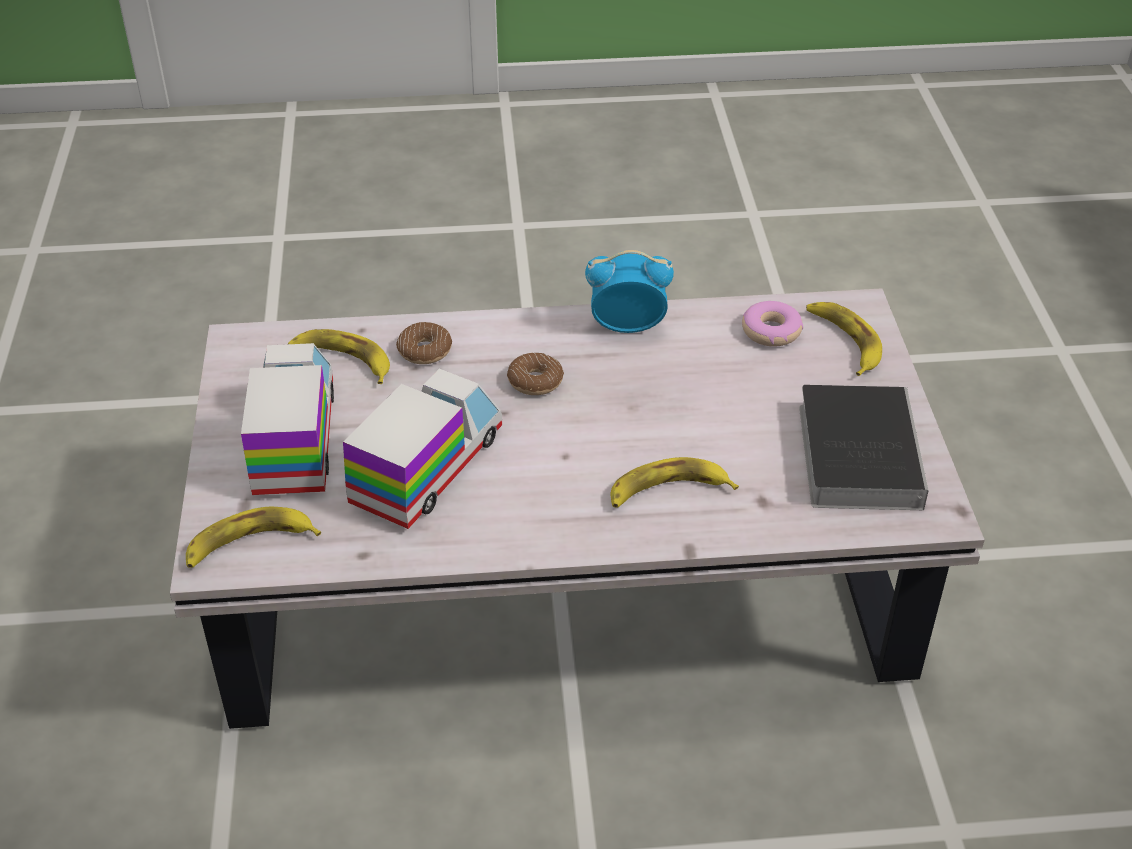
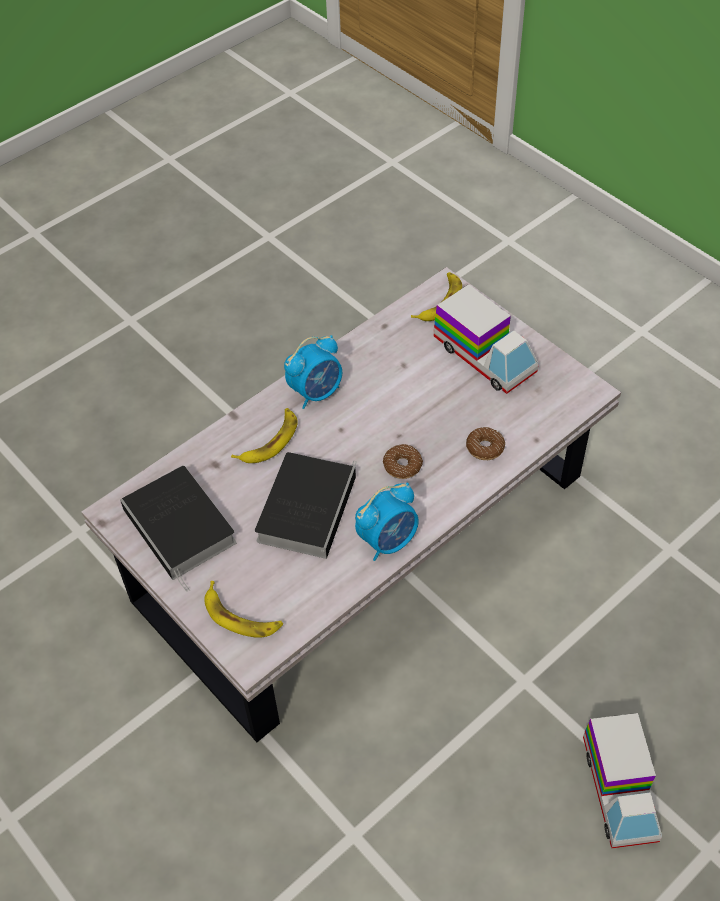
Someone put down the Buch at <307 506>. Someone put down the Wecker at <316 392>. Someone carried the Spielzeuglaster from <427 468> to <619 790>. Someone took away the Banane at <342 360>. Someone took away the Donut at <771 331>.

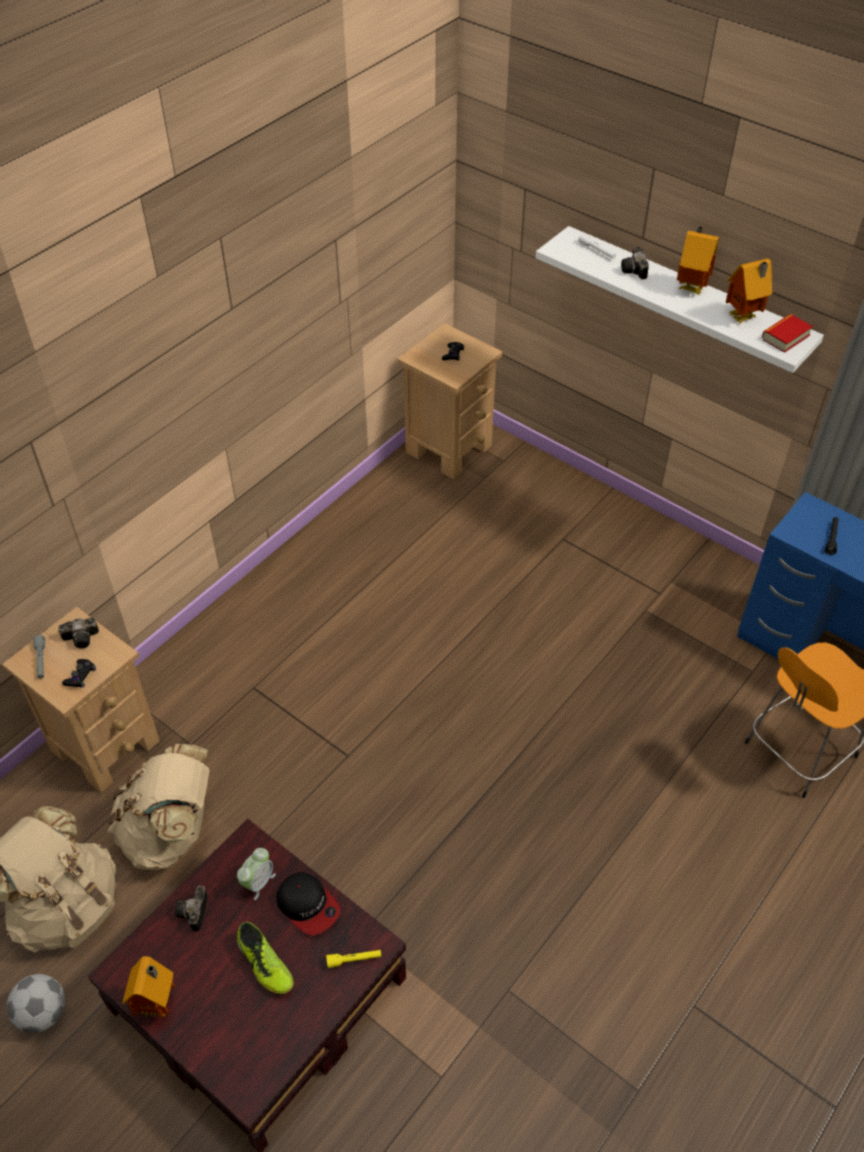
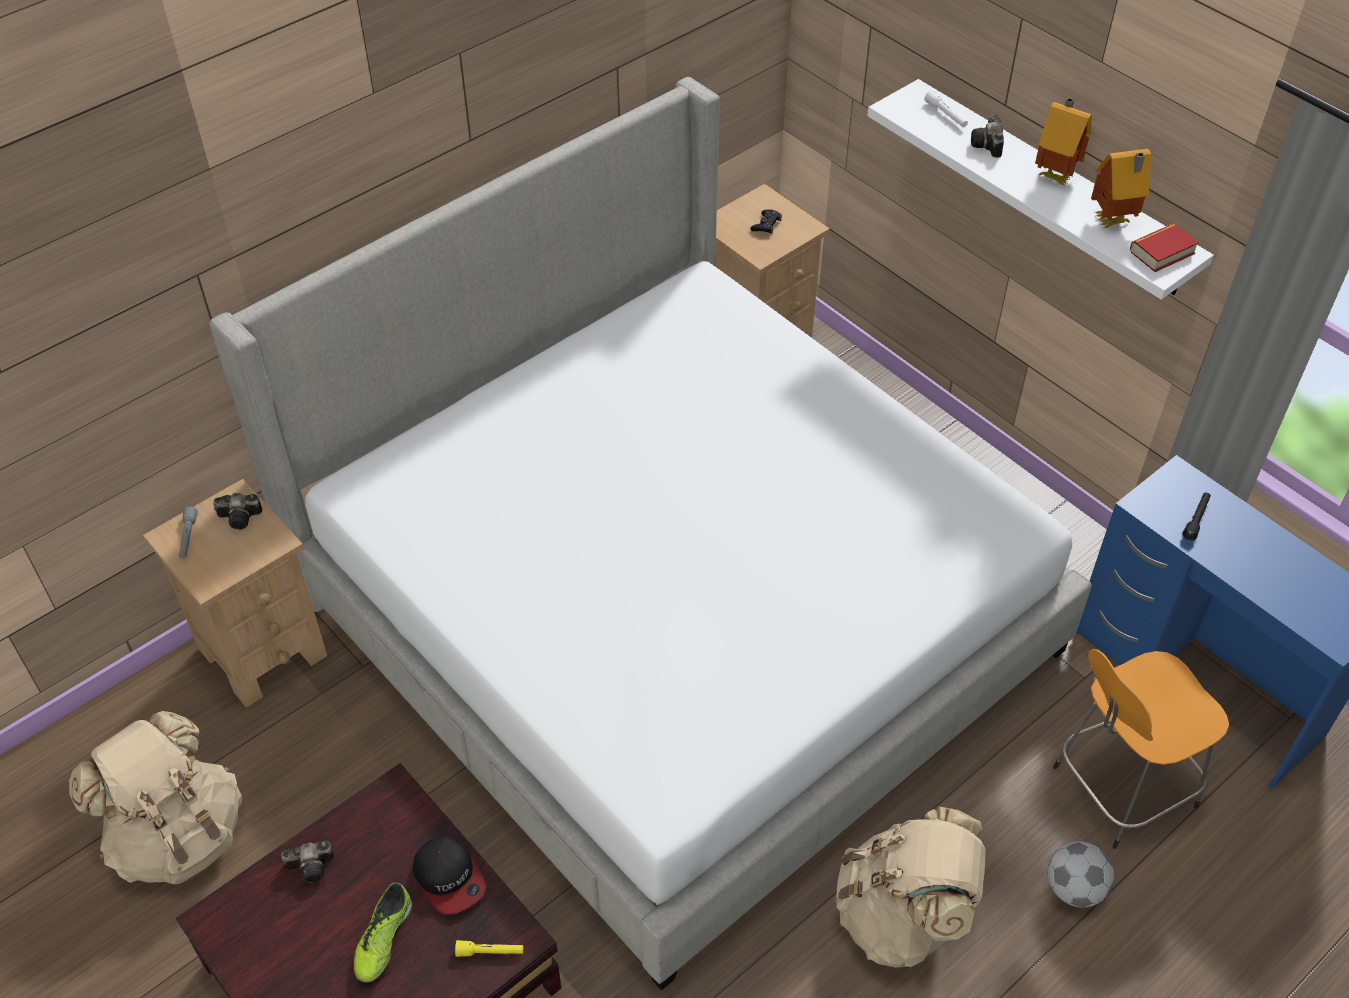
Someone put down the Bett at <674 618>. Someone rotated the Kamera at <194 914> by 120 degrees counterclockwise. Someone rotated the Schuh at <265 964> by 45 degrees clockwise. Someone carried the Rucksack [beige] from <171 832> to <902 916>. Someone carried the Fußball from <42 1013> to <1074 888>. Someone took away the Gamepad [schwarz] at <80 676>. Someone took away the Spielzeughaus at <158 1004>. Someone took away the Wecker at <258 882>.

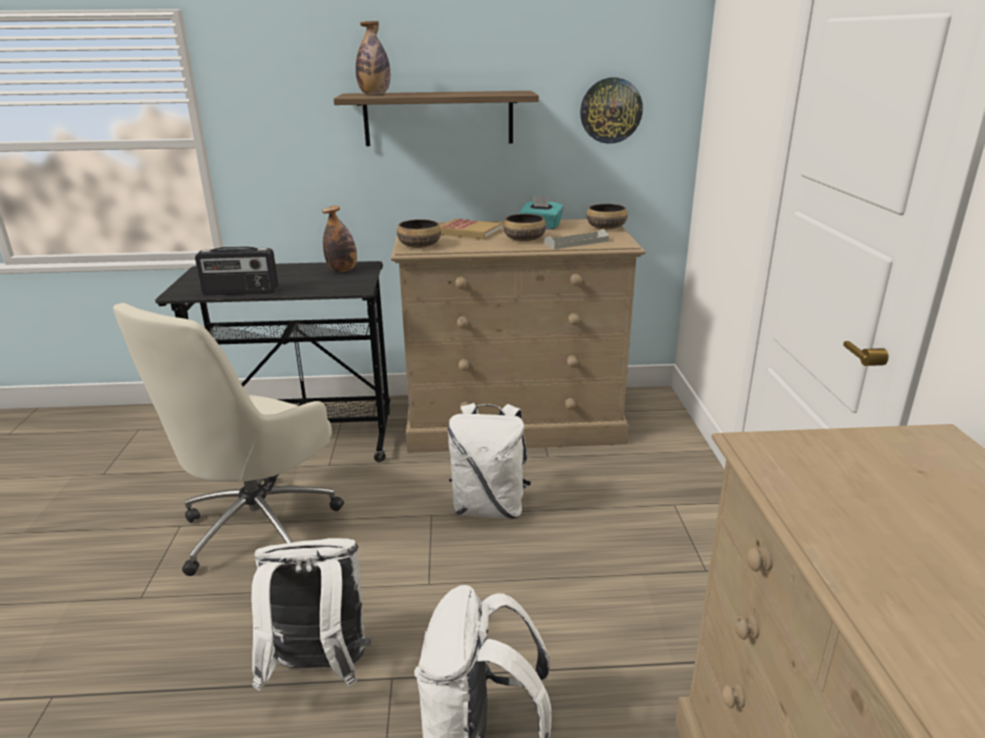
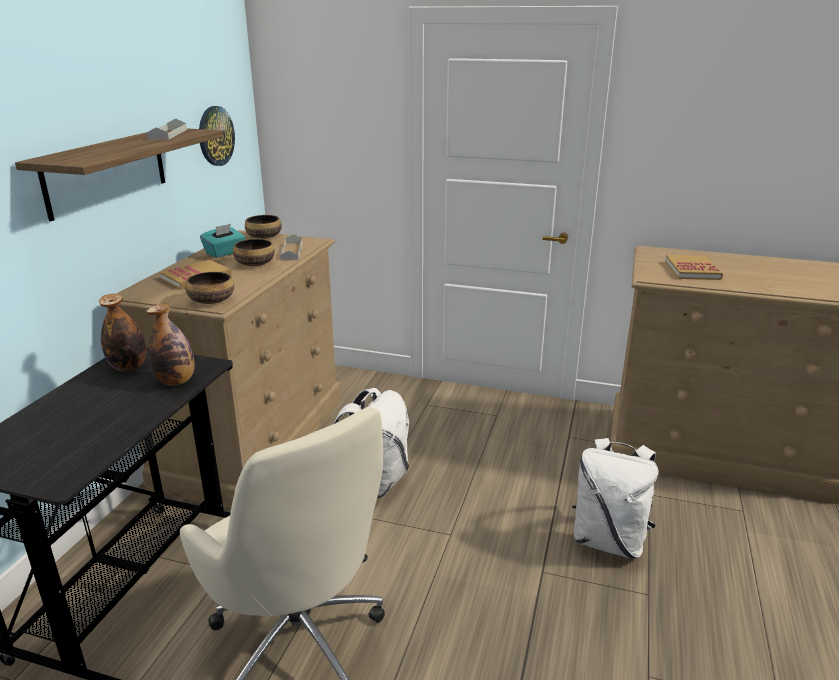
Someone carried the Flasche from <374 94> to <176 381>. Someone put down the Tablett [grau] at <168 134>. Someone put down the Buch at <692 270>. Someone took away the Radio at <240 292>. Someone took away the Rucksack [weiß] at <319 669>.

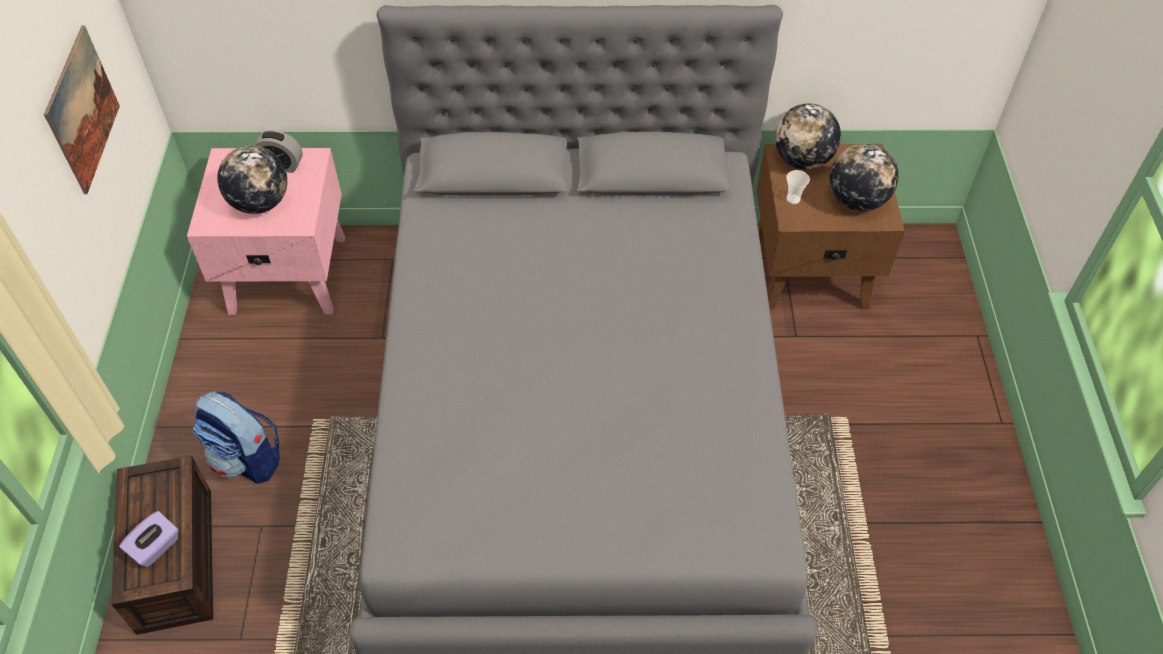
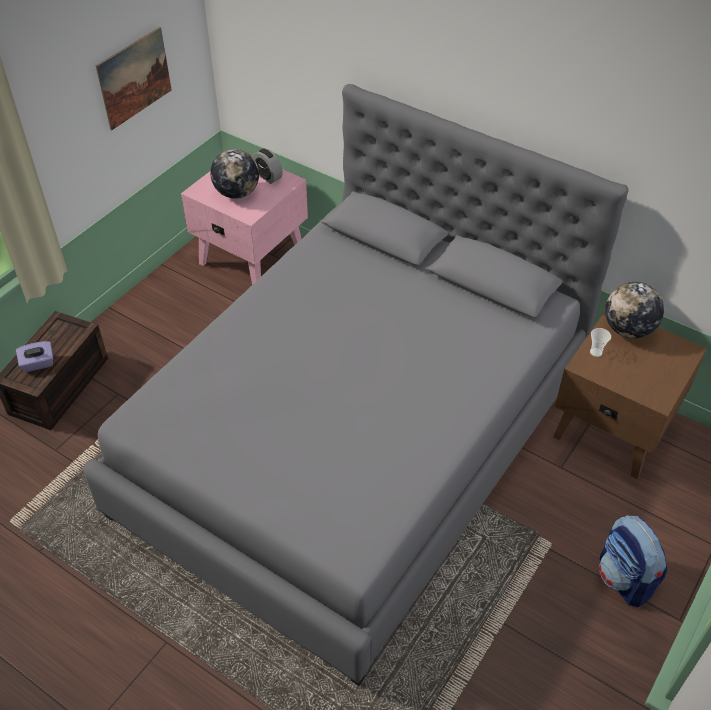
Someone carried the Rucksack from <247 459> to <625 579>. Someone took away the Globus at <856 200>.

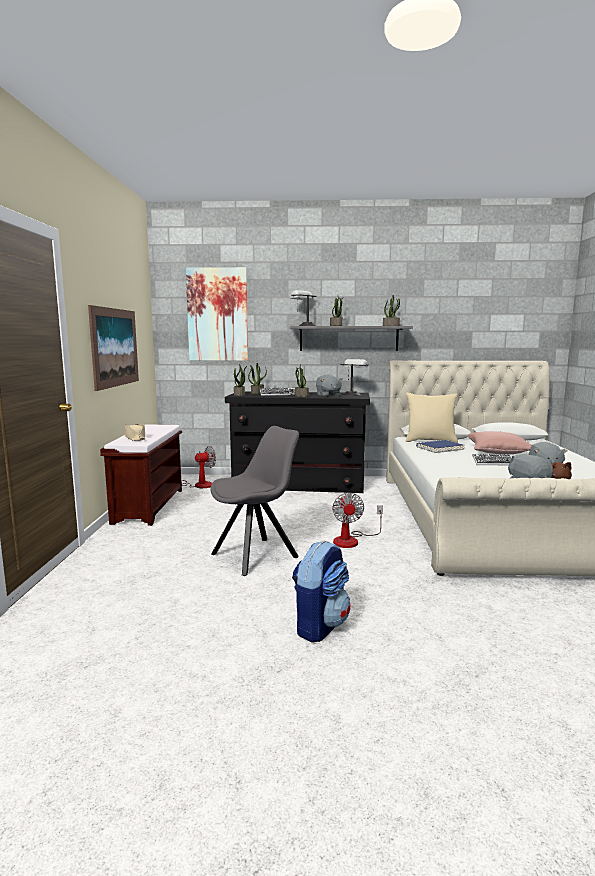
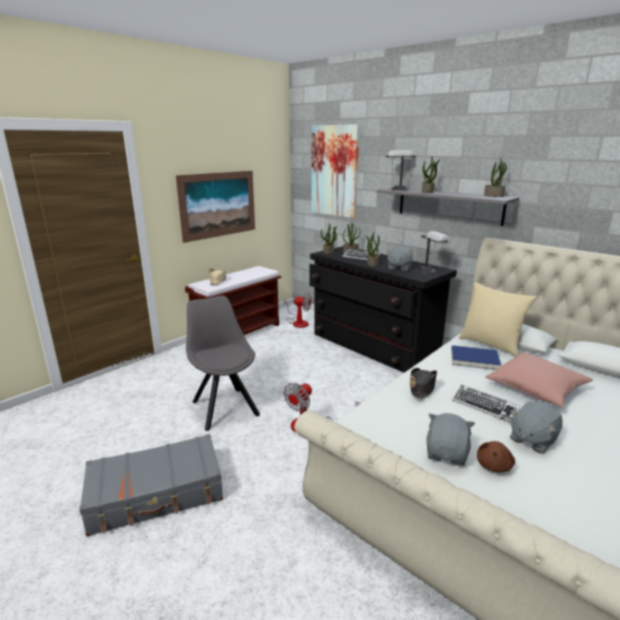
Someone swapped the Rucksack at <320 625> for the Koffer [grau] at <156 494>. Someone rotated the Stuhl [grau] at <255 556> by 120 degrees counterclockwise. Someone put down the Hut [schwarz] at <422 387>.

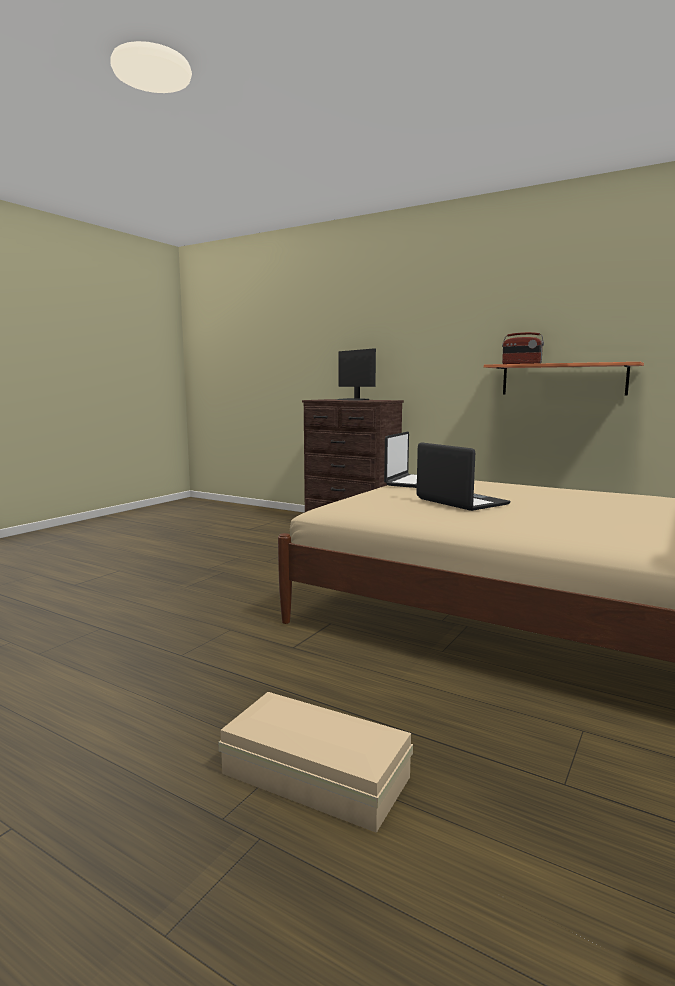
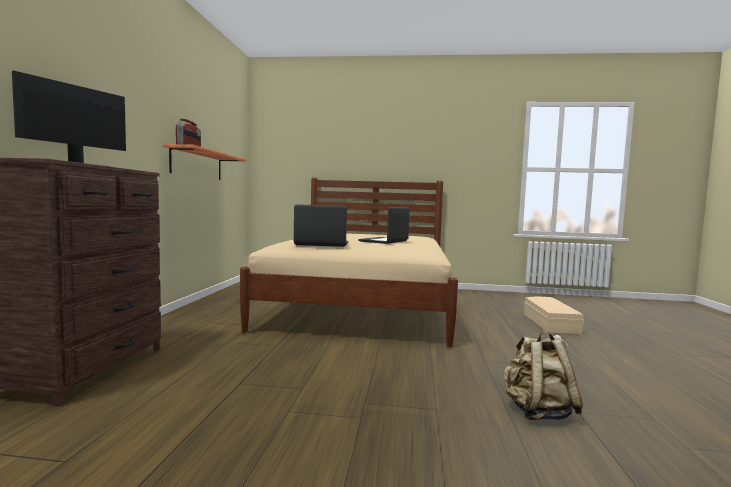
Someone put down the Rucksack [beige] at <537 412>.

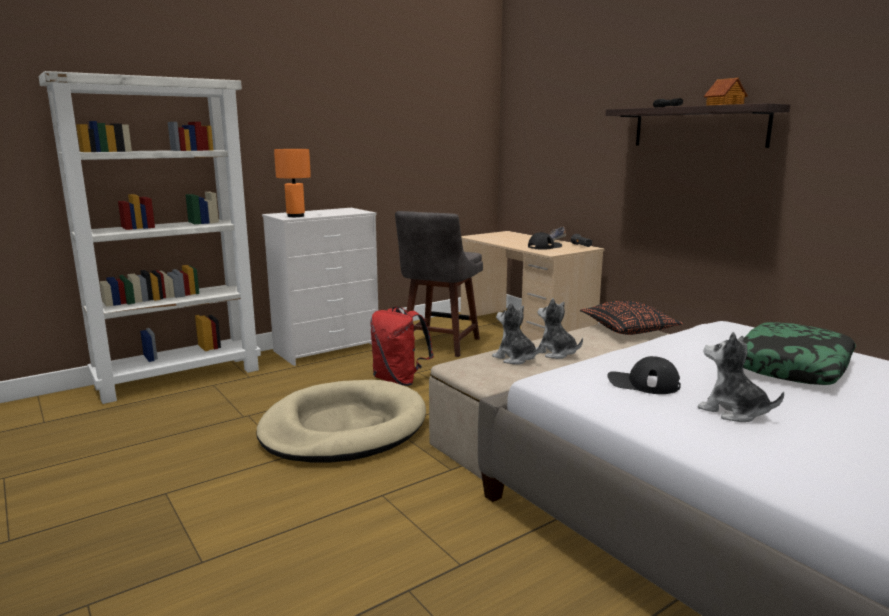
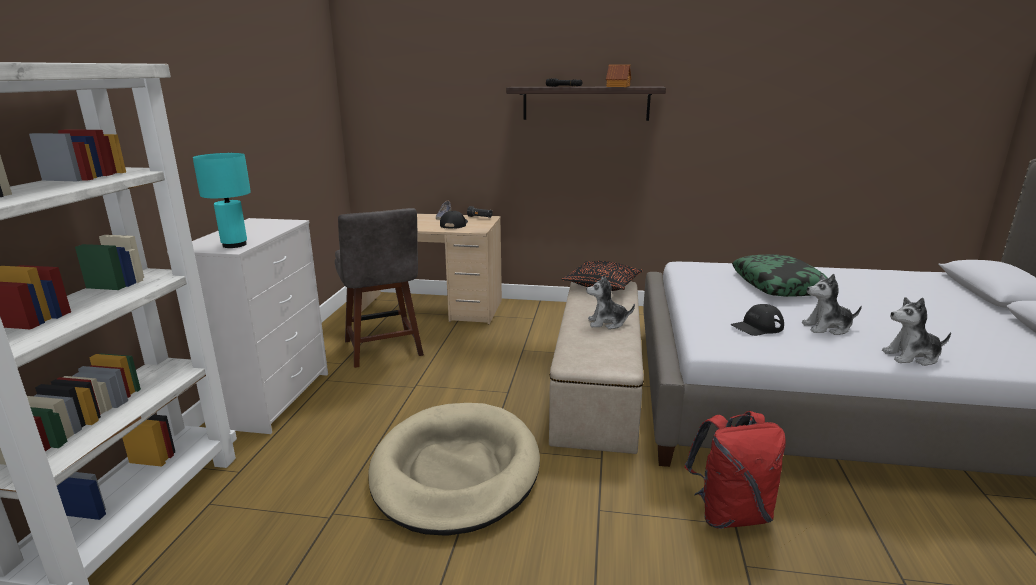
Someone repainted the Tischlampe [orange] at <295 216>, which became the Tischlampe [türkis] at <234 245>. Someone carried the Rucksack [rot] from <399 380> to <730 514>. Someone carried the Plüschtier from <515 358> to <912 357>.

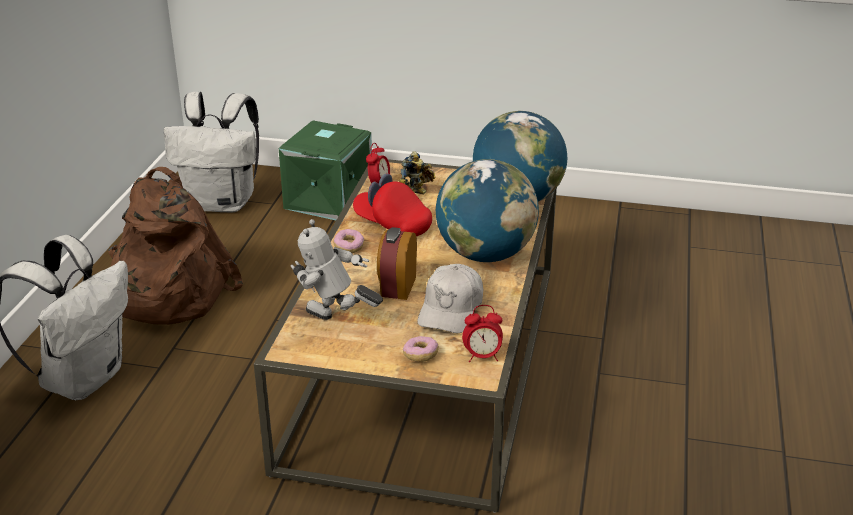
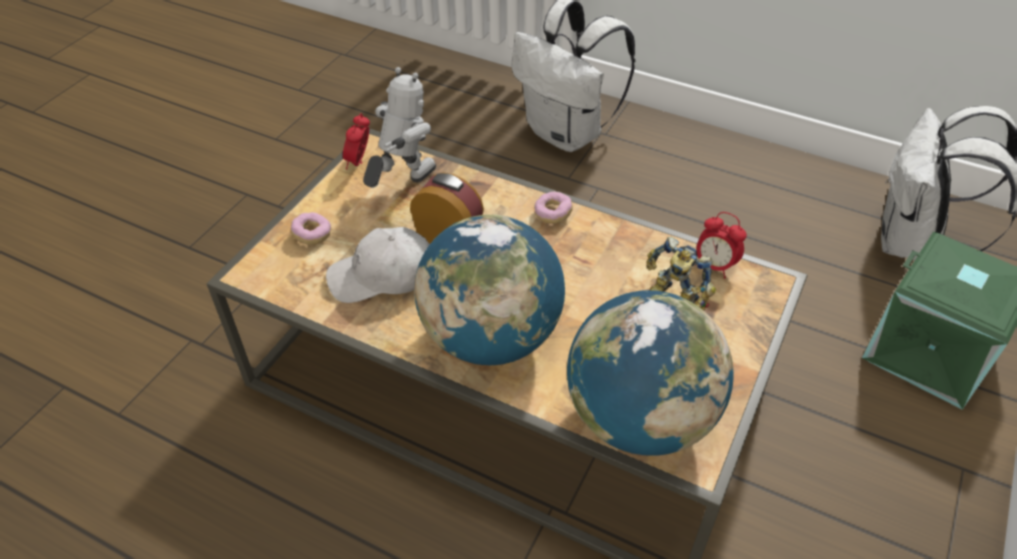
Someone rotated the Kappe [weiß] at <451 309> by 45 degrees counterclockwise. Someone carried the Wecker from <482 356> to <359 162>. Someone took away the Rucksack [braun] at <167 292>. Someone took away the Kappe [rot] at <392 225>.

